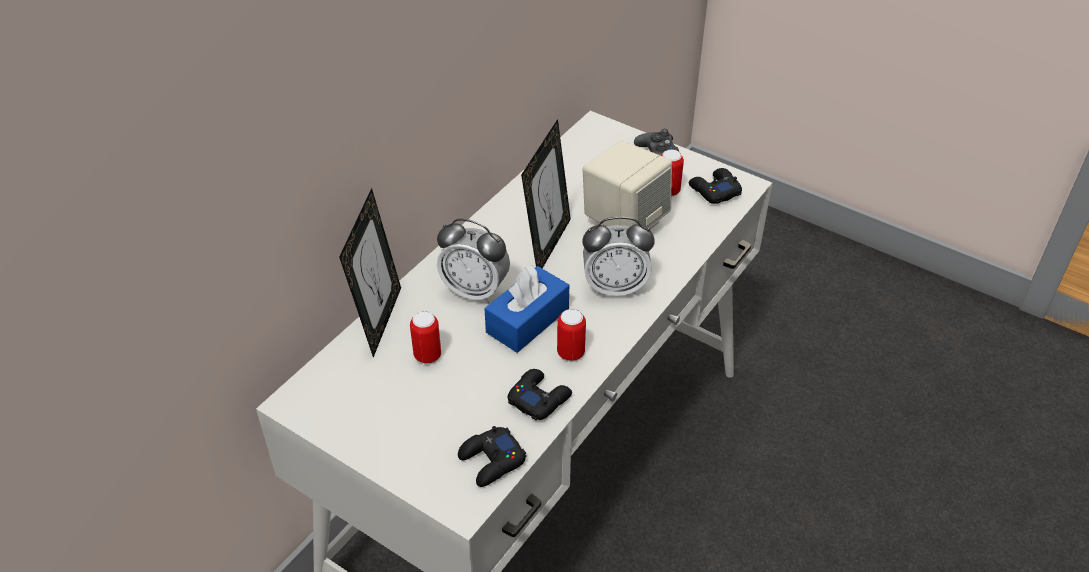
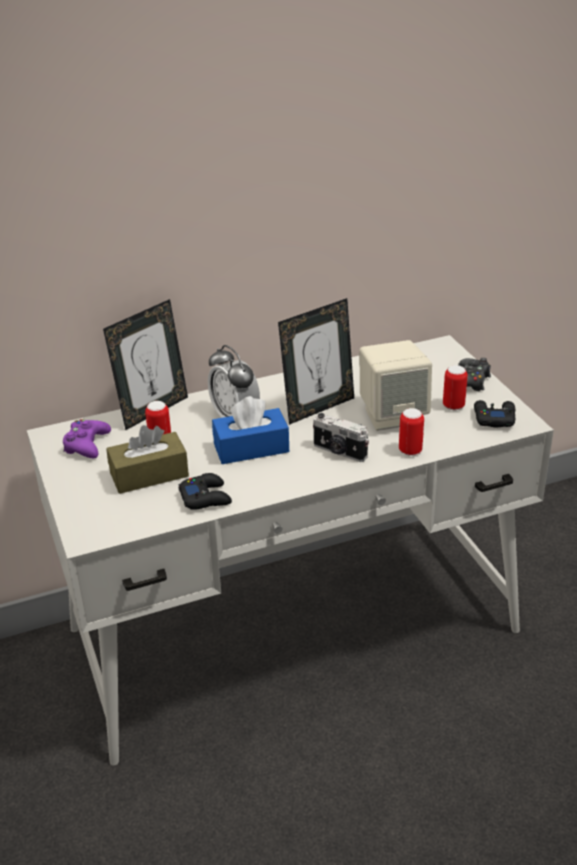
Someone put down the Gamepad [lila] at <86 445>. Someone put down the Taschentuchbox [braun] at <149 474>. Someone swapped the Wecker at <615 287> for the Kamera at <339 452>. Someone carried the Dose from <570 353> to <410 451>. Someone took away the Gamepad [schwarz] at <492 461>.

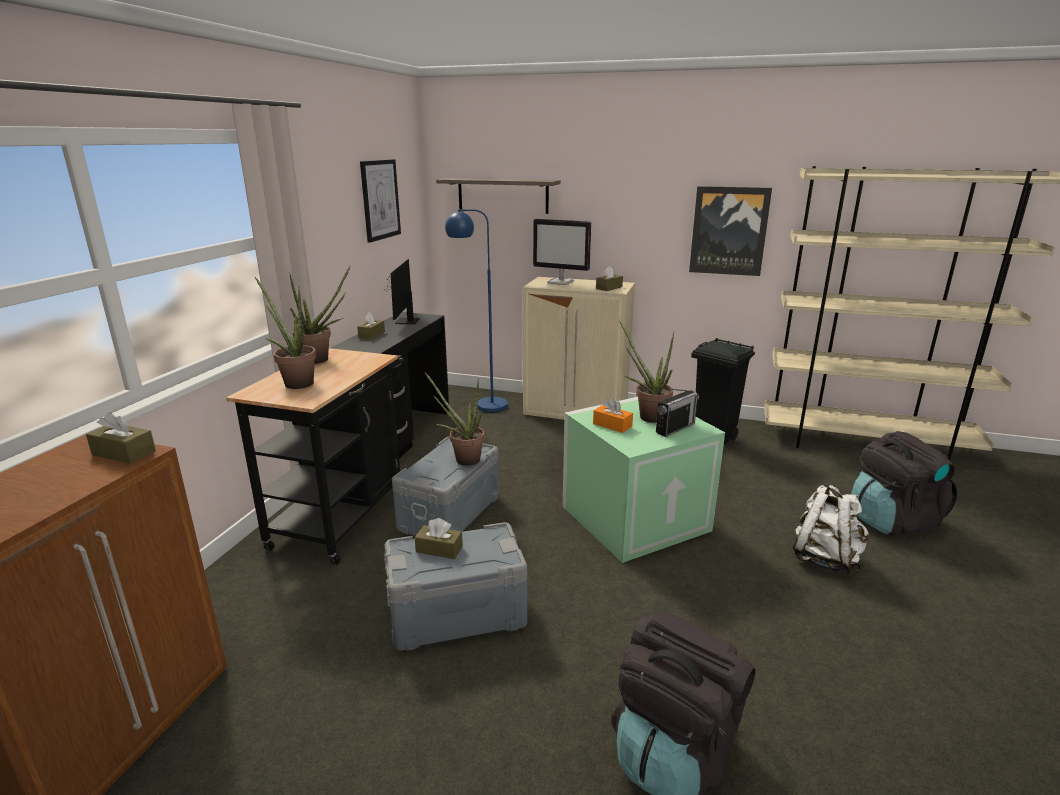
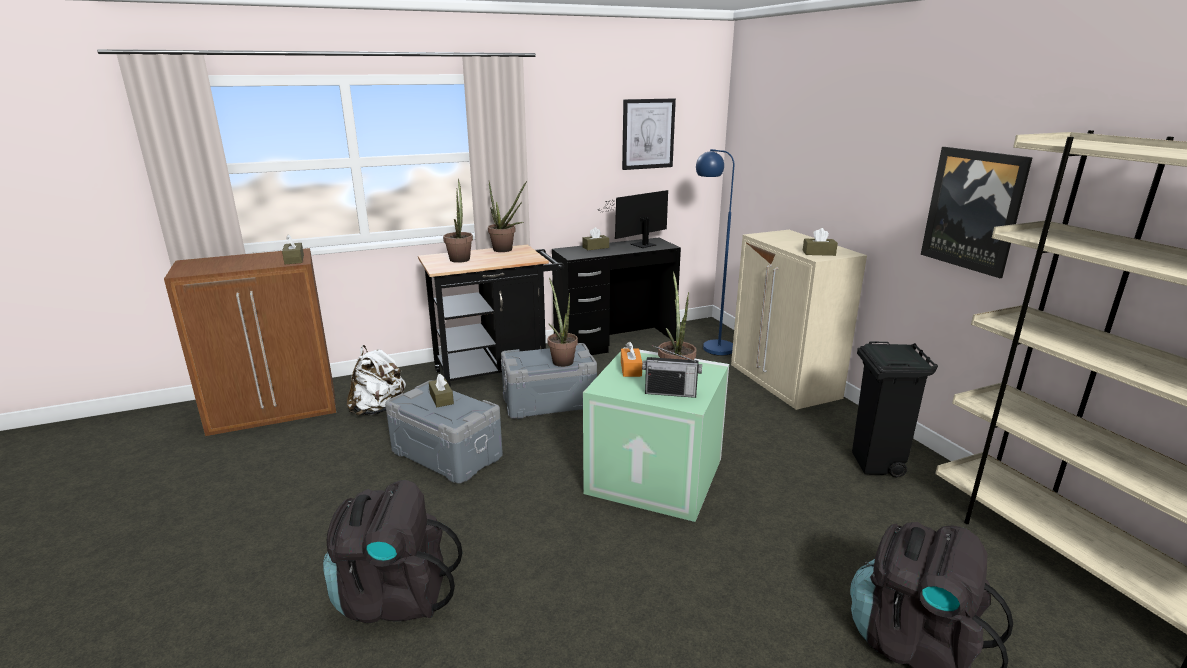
Someone carried the Rucksack [weiß] from <824 559> to <378 409>. Someone took away the Wandregal at <503 195>. Someone took away the Monitor at <561 282>.

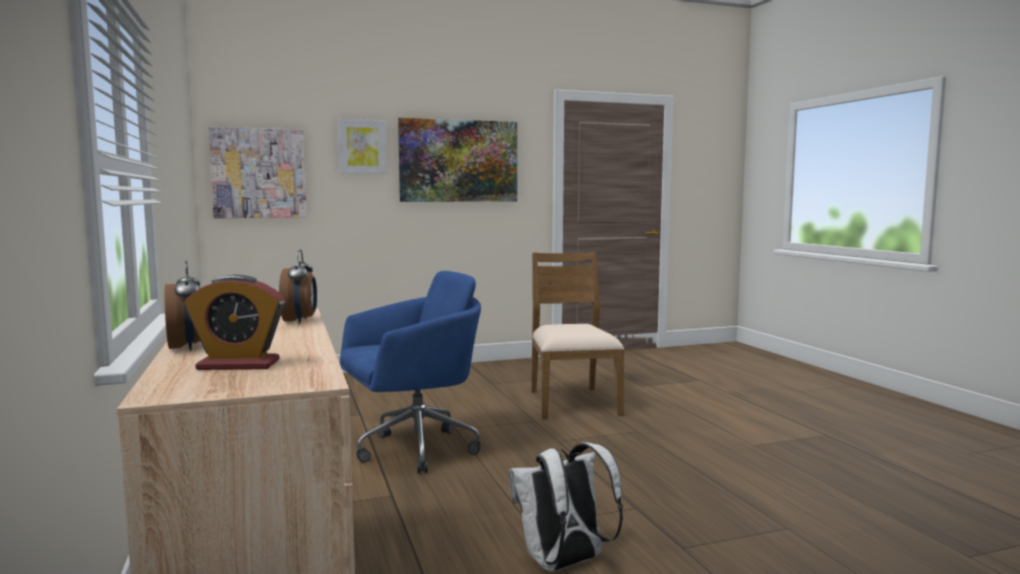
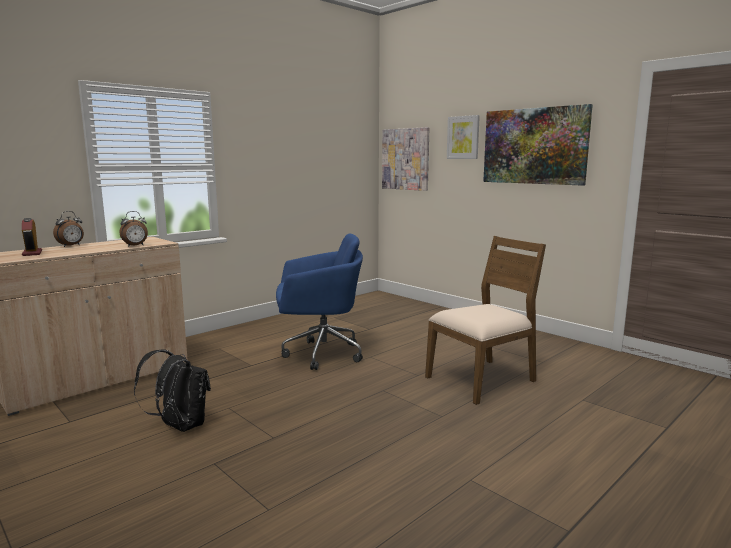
Someone repainted the Rucksack [weiß] at <564 564>, which became the Rucksack [schwarz] at <180 426>. Someone rotated the Bürostuhl [blau] at <412 451> by 45 degrees counterclockwise.

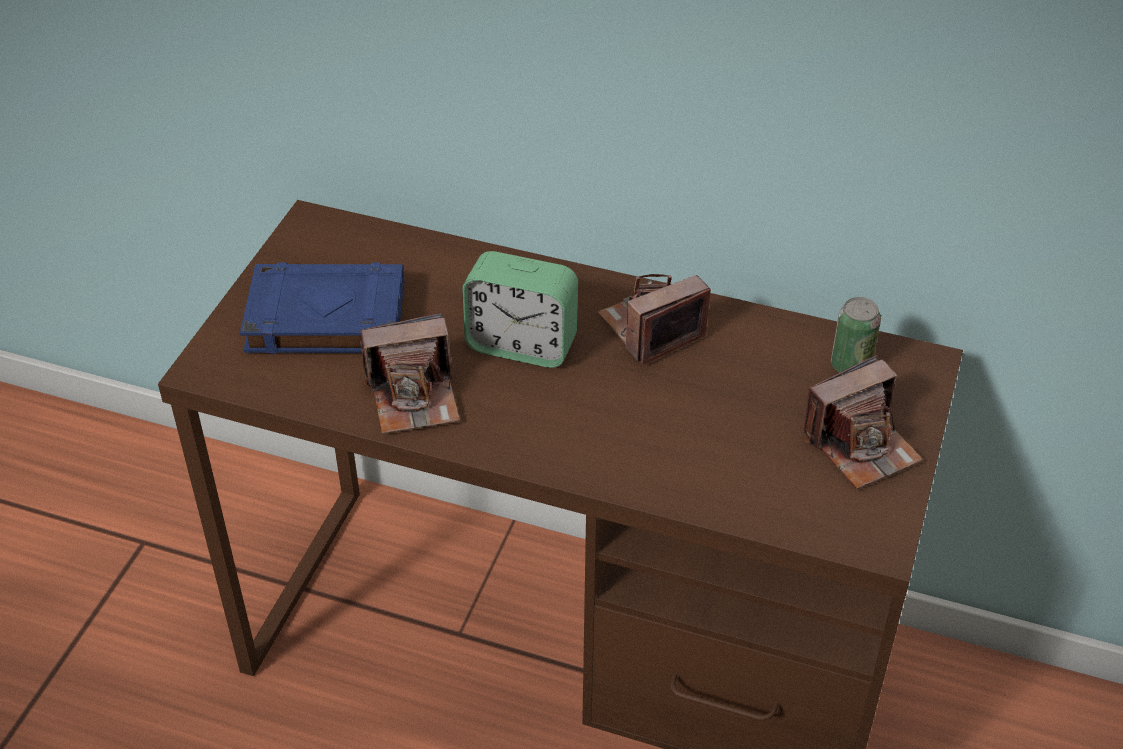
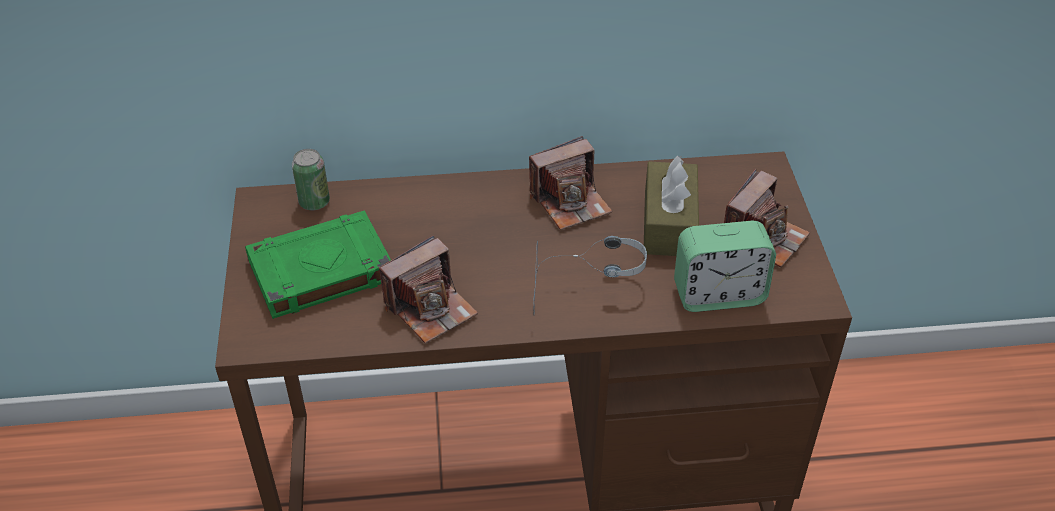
Someone repainted the Buch [blau] at <324 318>, which became the Buch [grün] at <319 271>. Someone carried the Dose from <850 365> to <314 202>. Someone rotated the Kamera at <651 329> by 150 degrees counterclockwise. Someone put down the Kopfhörer at <589 296>. Someone put down the Taschentuchbox [braun] at <669 223>. Someone carried the Wecker from <521 345> to <718 294>.

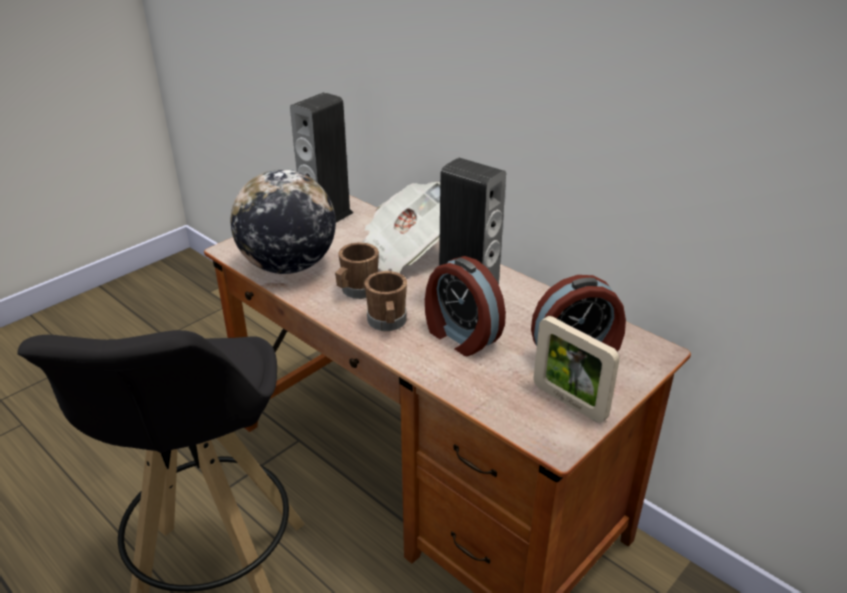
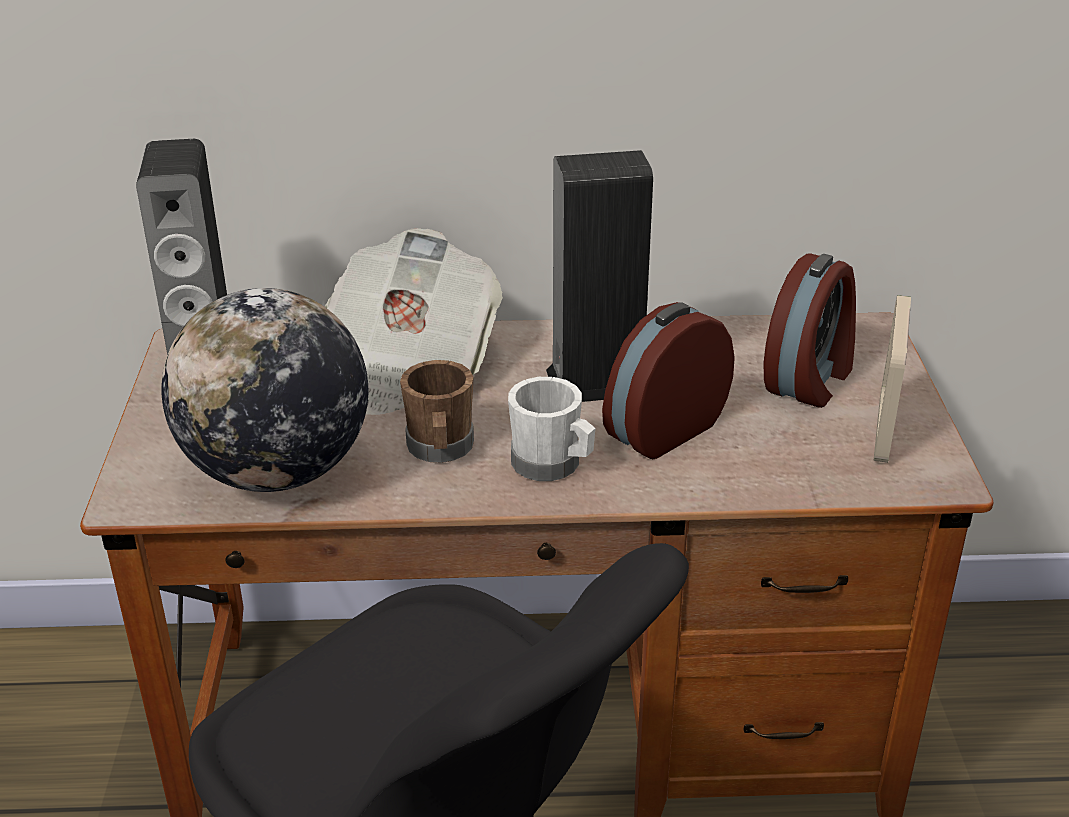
Someone repainted the Henkelbecher [braun] at <387 323>, which became the Henkelbecher [weiß] at <552 465>. Someone rotated the Wecker at <460 336> by 135 degrees clockwise. Someone rotated the Bilderrahmen at <569 402> by 105 degrees clockwise.

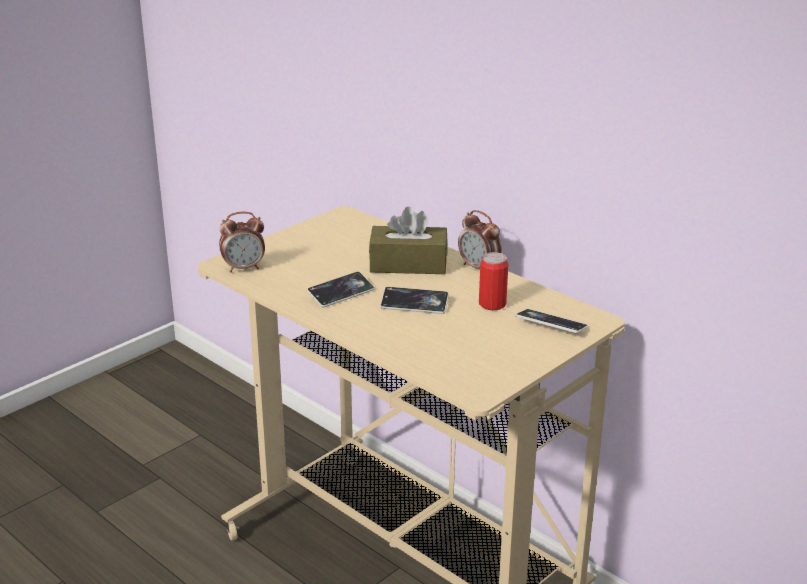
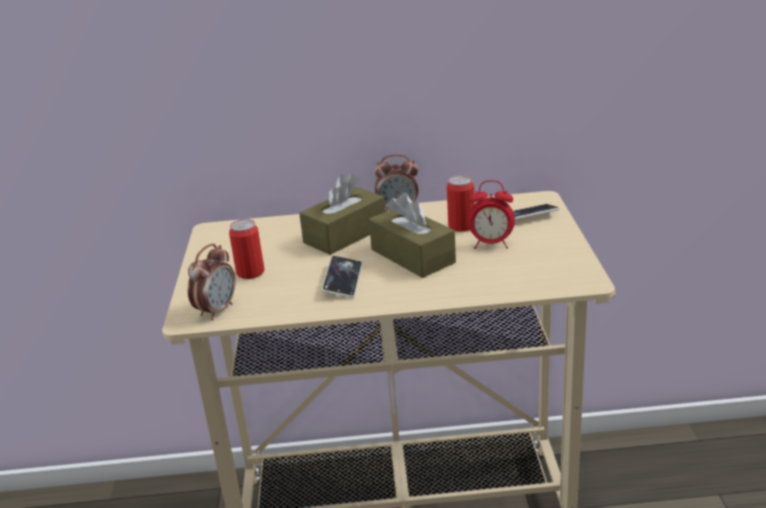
Someone put down the Dose at <250 272>. Someone swapped the Handy at <414 304> for the Taschentuchbox [braun] at <412 256>. Someone put down the Wecker at <491 244>.

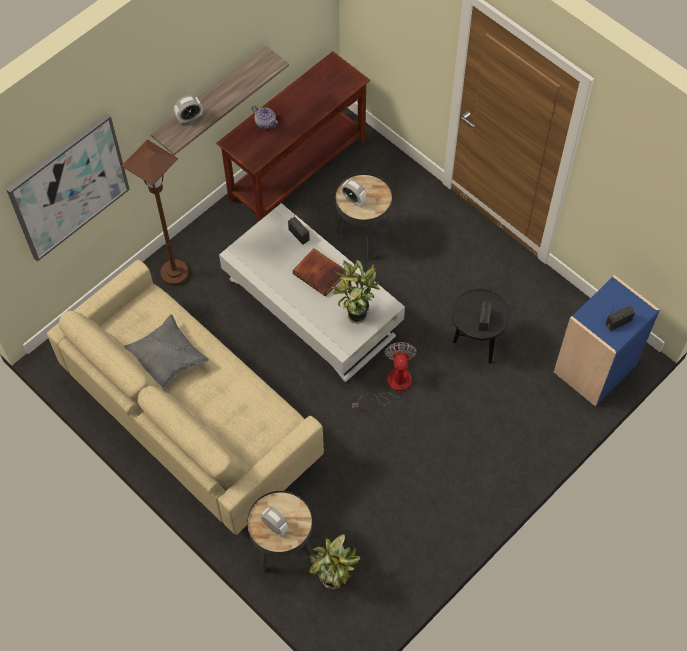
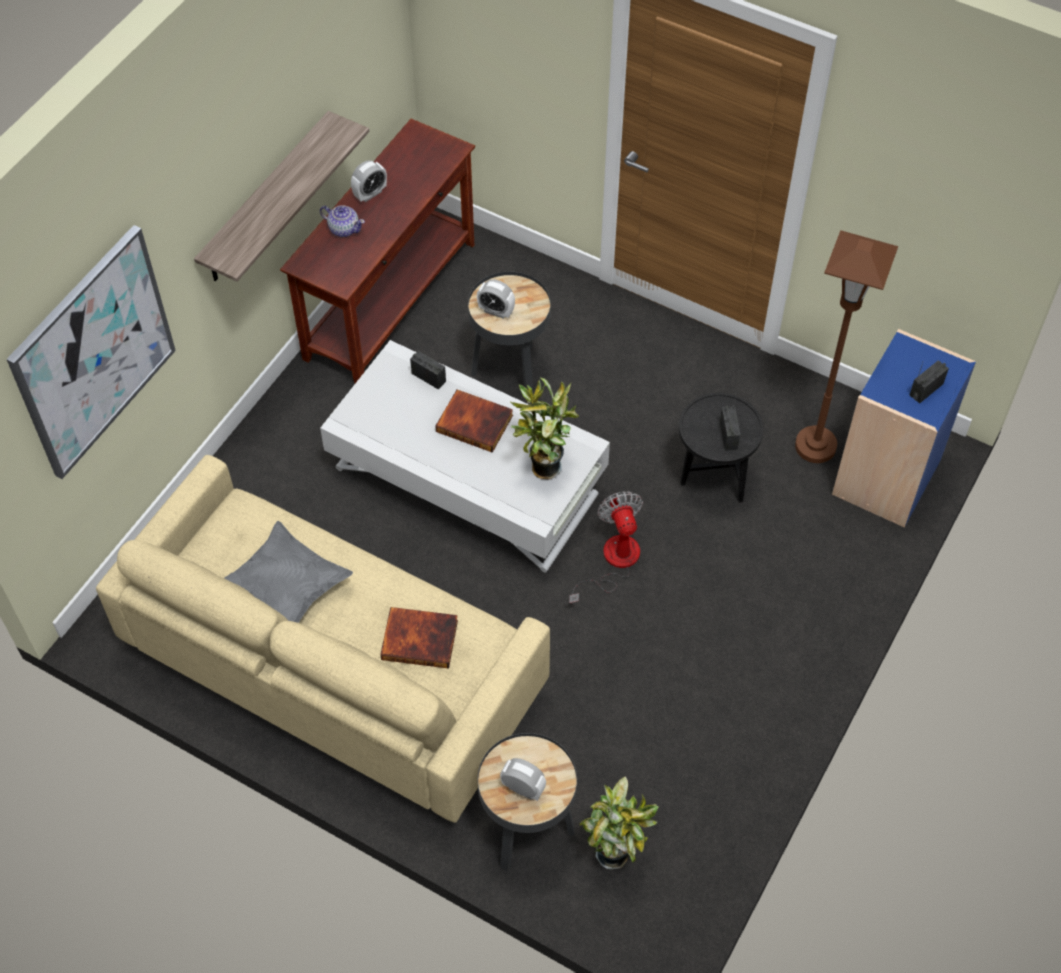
Someone carried the Wecker from <189 118> to <370 194>. Someone put down the Buch at <420 638>. Someone carried the Stehlampe [braun] from <174 273> to <815 446>.

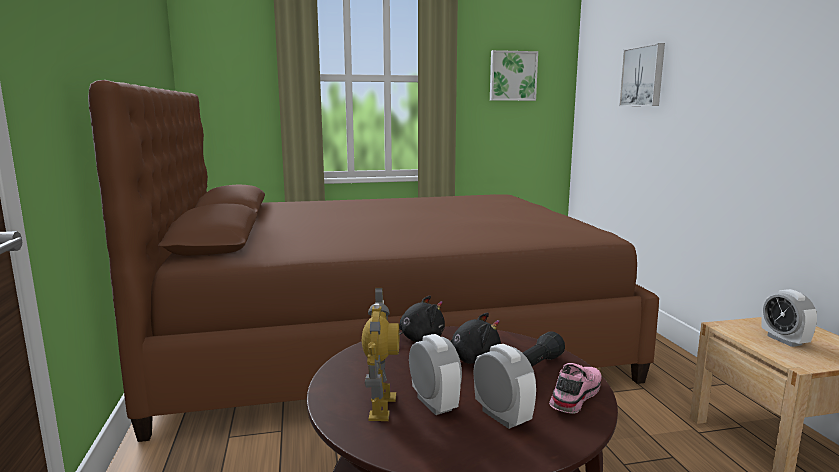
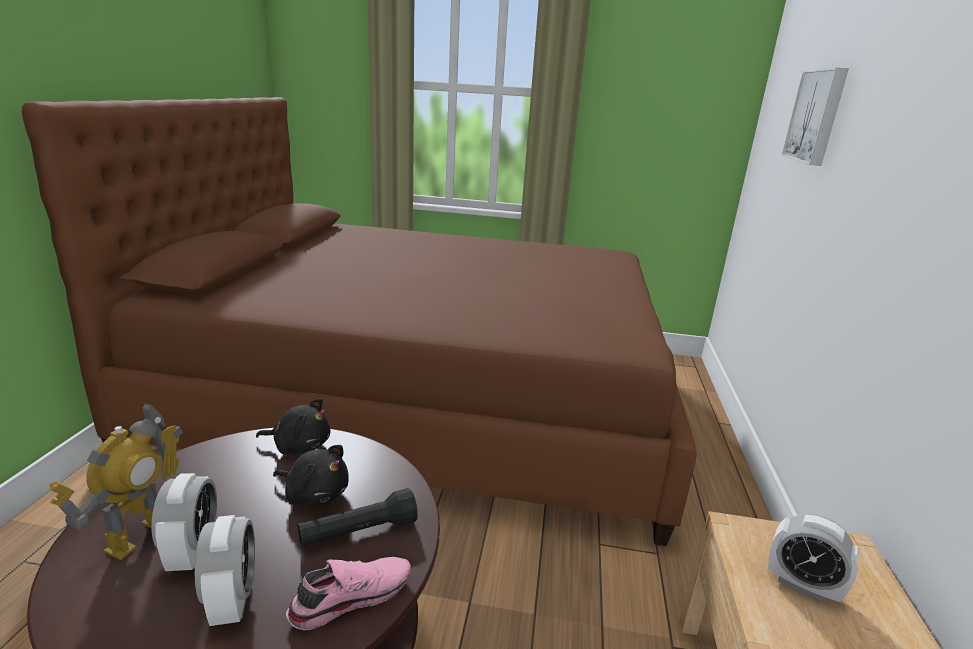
Someone rotated the Wecker at <784 340> by 60 degrees counterclockwise. Someone took away the Bild at <512 76>.

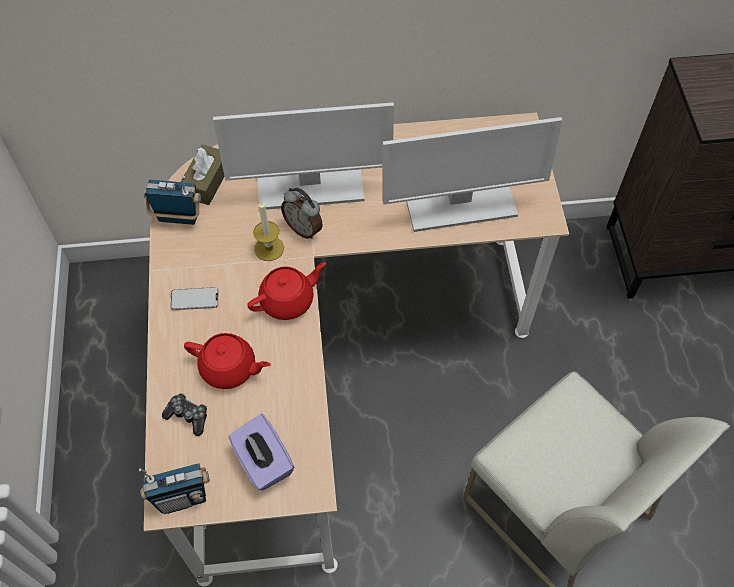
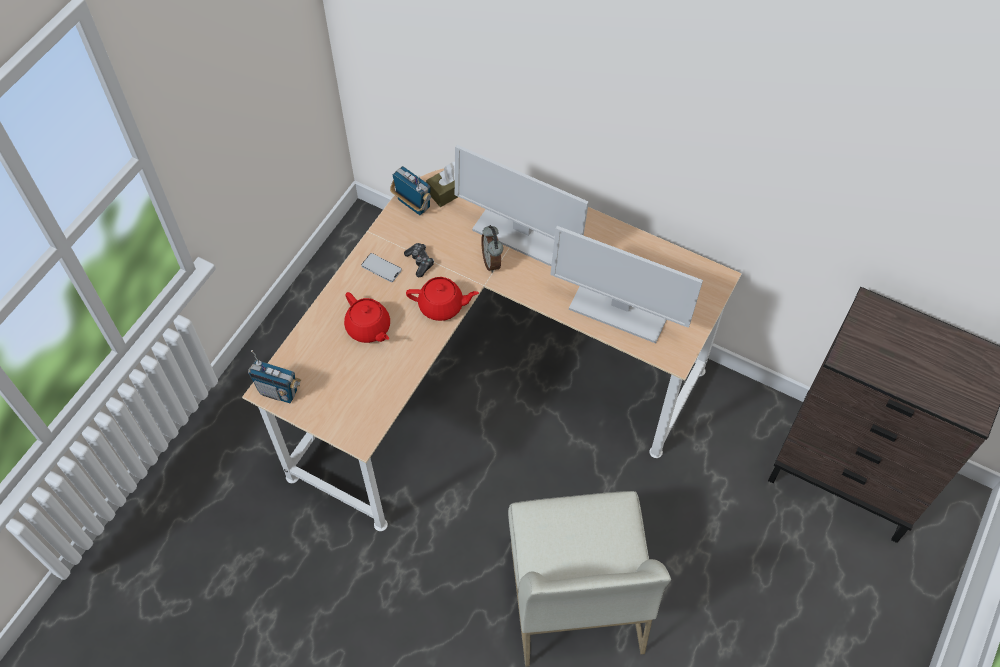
Someone carried the Gamepad from <188 416> to <420 262>. Someone took away the Taschentuchbox [lila] at <263 462>. Someone took away the Kerze at <269 248>.

